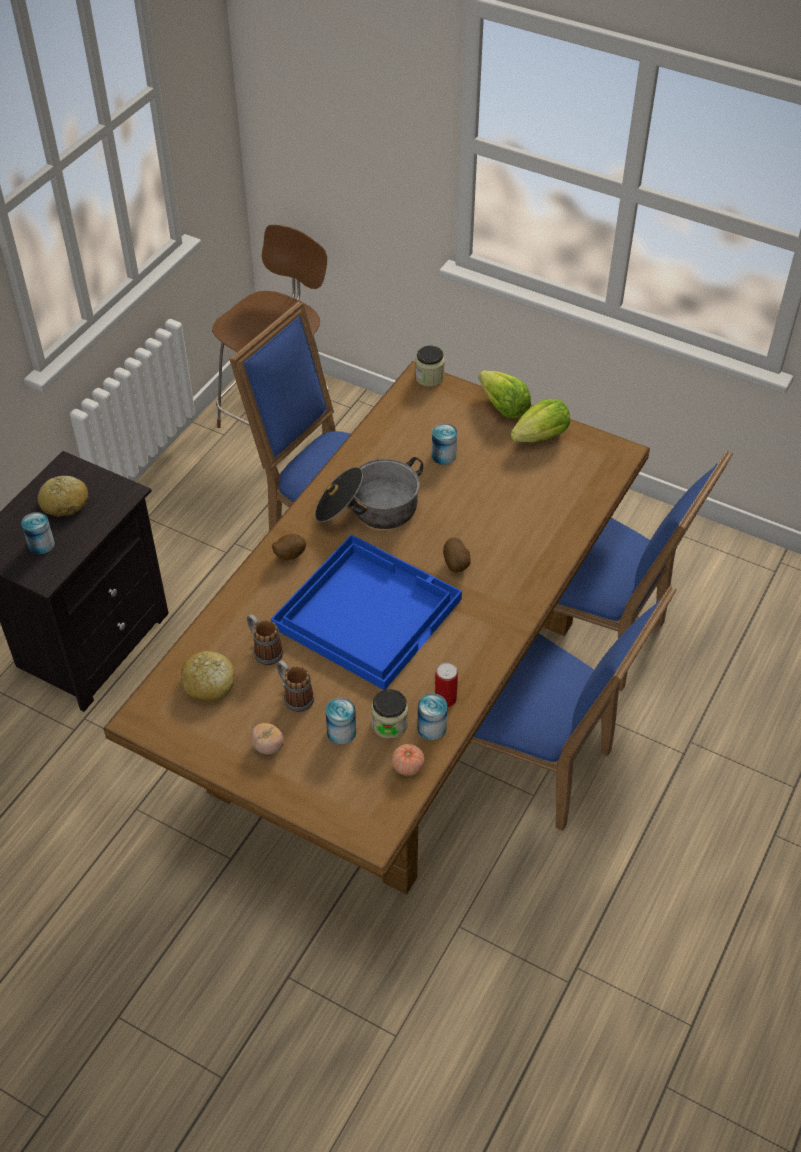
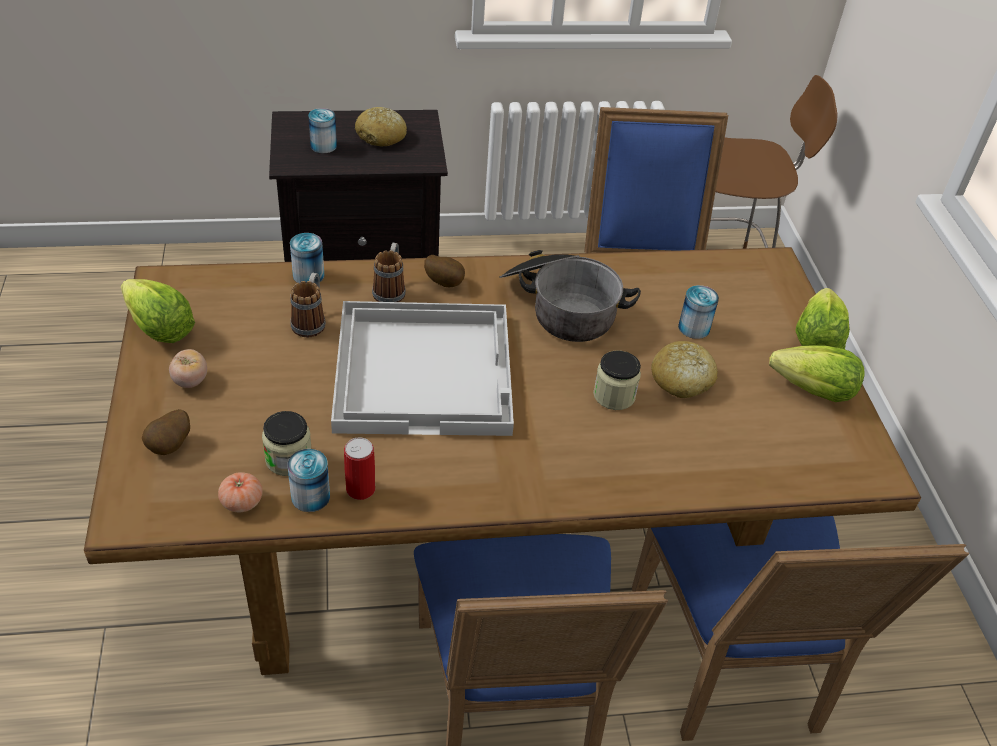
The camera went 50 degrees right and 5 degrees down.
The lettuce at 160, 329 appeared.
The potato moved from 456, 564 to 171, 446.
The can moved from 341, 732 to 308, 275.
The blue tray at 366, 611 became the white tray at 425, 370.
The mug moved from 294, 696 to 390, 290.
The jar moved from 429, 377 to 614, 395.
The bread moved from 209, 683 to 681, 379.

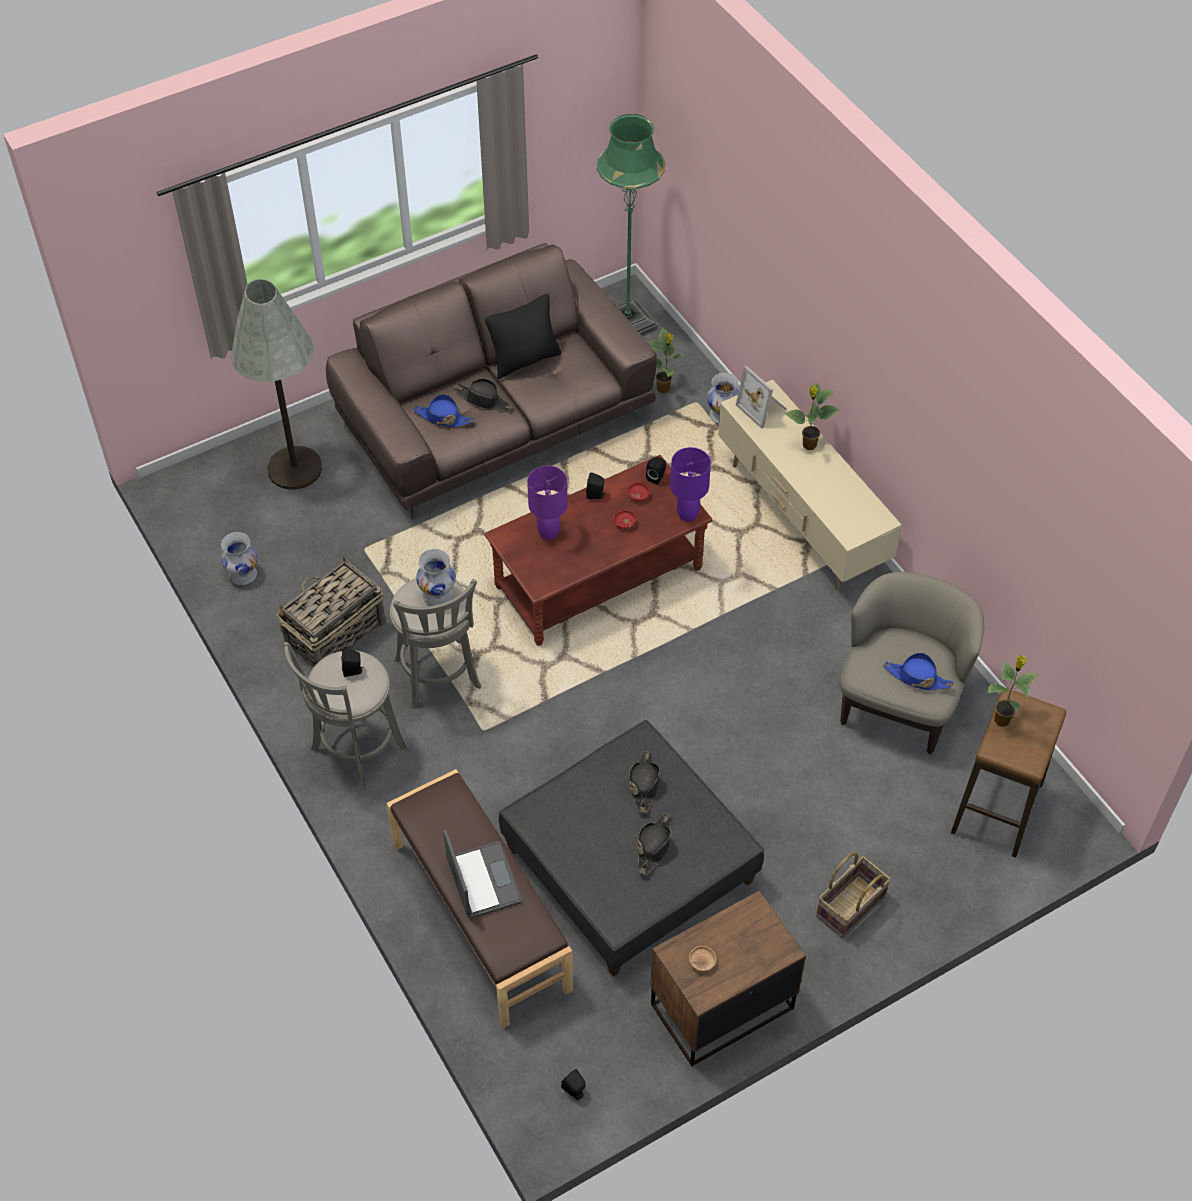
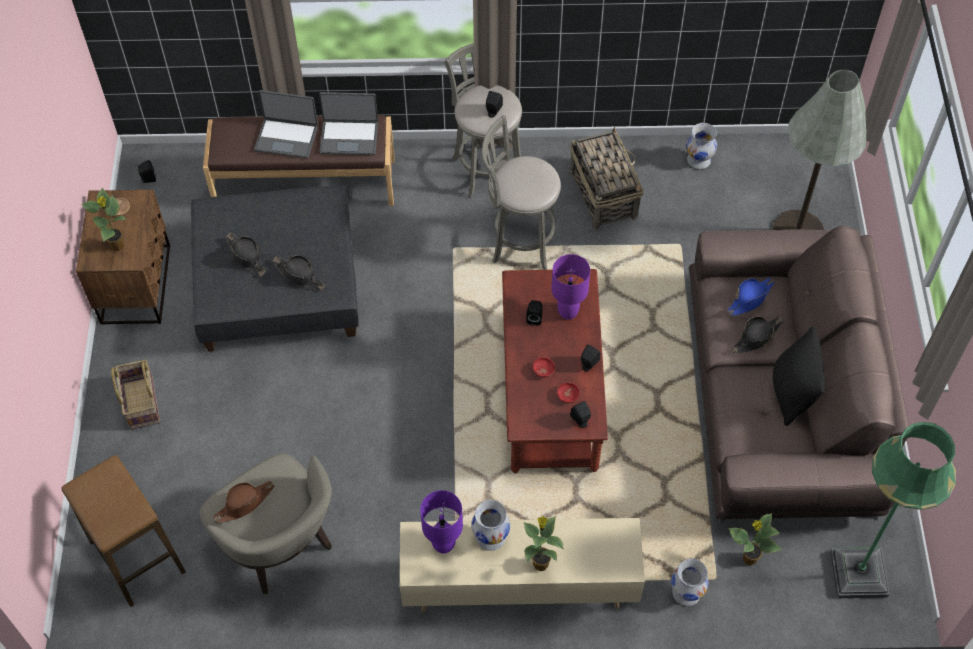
The camera went 120 degrees right and 5 degrees up.
The potted plant moved from 1002, 719 to 118, 246.
The blue hat at 917, 678 became the brown hat at 244, 503.
The laptop at 349, 137 appeared.
The purple table lamp moved from 688, 514 to 444, 545.
The white vase moved from 437, 595 to 491, 536.
The black speaker at 534, 318 appeared.
The picture frame at 763, 408 disappeared.

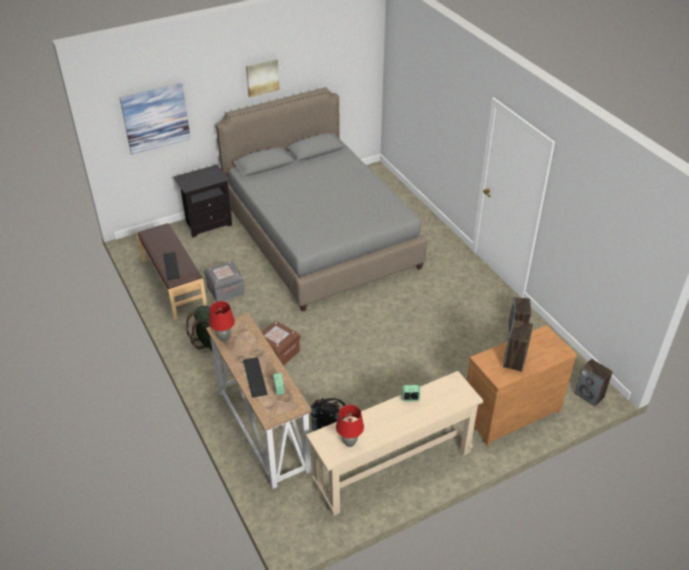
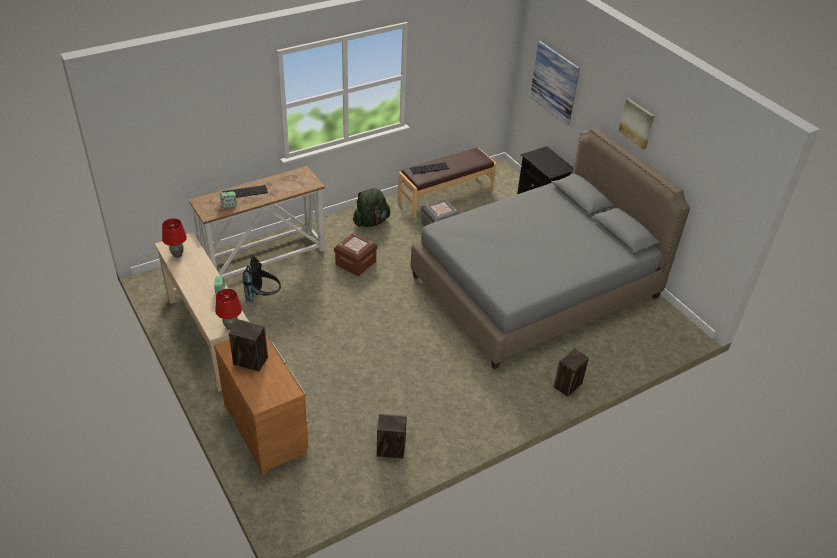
The camera went 85 degrees right and 0 degrees up.
The red table lamp moved from 224, 338 to 231, 326.
The speaker moved from 589, 395 to 567, 386.

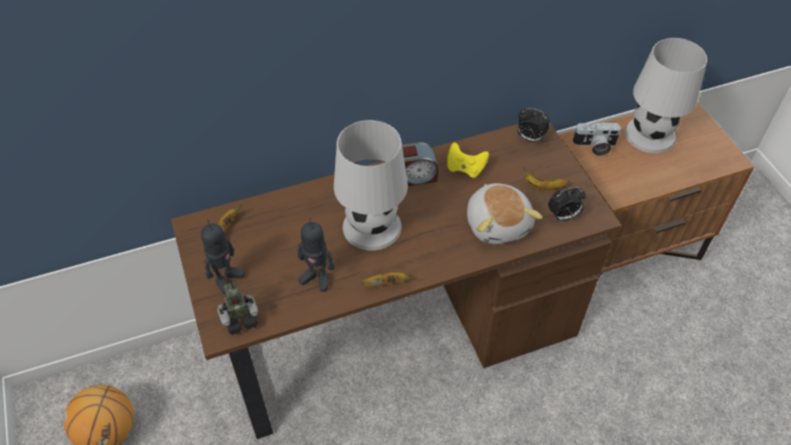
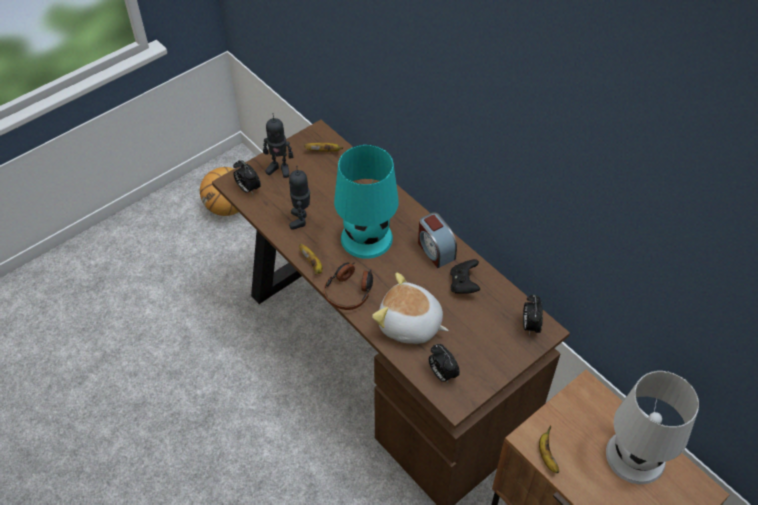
The camera went 70 degrees right and 0 degrees up.
The toy robot at 240, 319 was replaced by the alarm clock at 248, 189.
The headphones at 349, 291 appeared.
The white table lamp at 372, 225 became the turquoise table lamp at 367, 237.
The plush toy at 498, 223 turned 60 degrees clockwise.
The yellow game controller at 465, 168 became the black game controller at 464, 284.
The banana moved from 543, 186 to 546, 455.
The photo camera at 594, 146 disappeared.

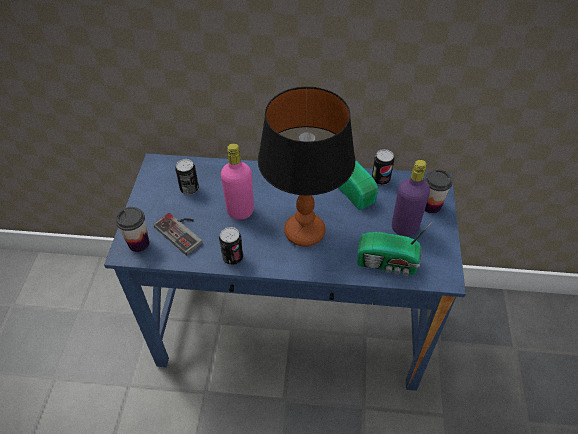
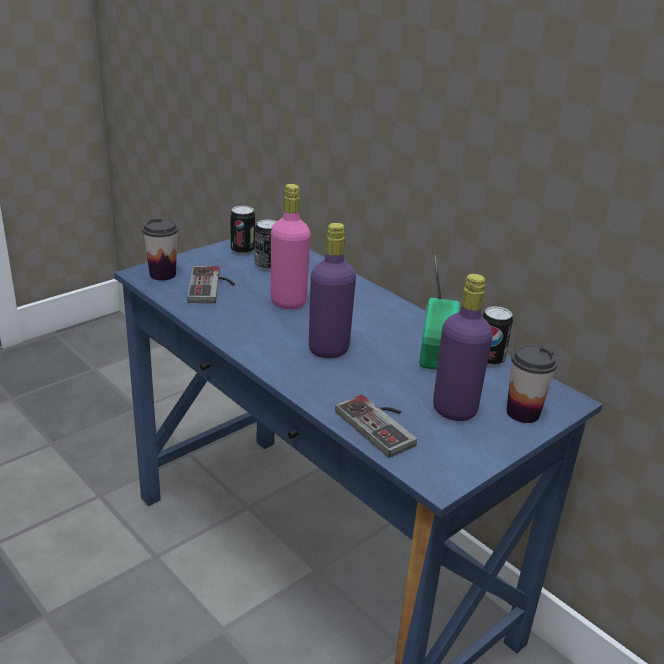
The camera went 40 degrees right and 20 degrees down.
The can moved from 233, 257 to 242, 250.
The table lamp at 305, 232 was replaced by the purple bottle at 328, 350.
The radio at 388, 263 was replaced by the game controller at 383, 424.

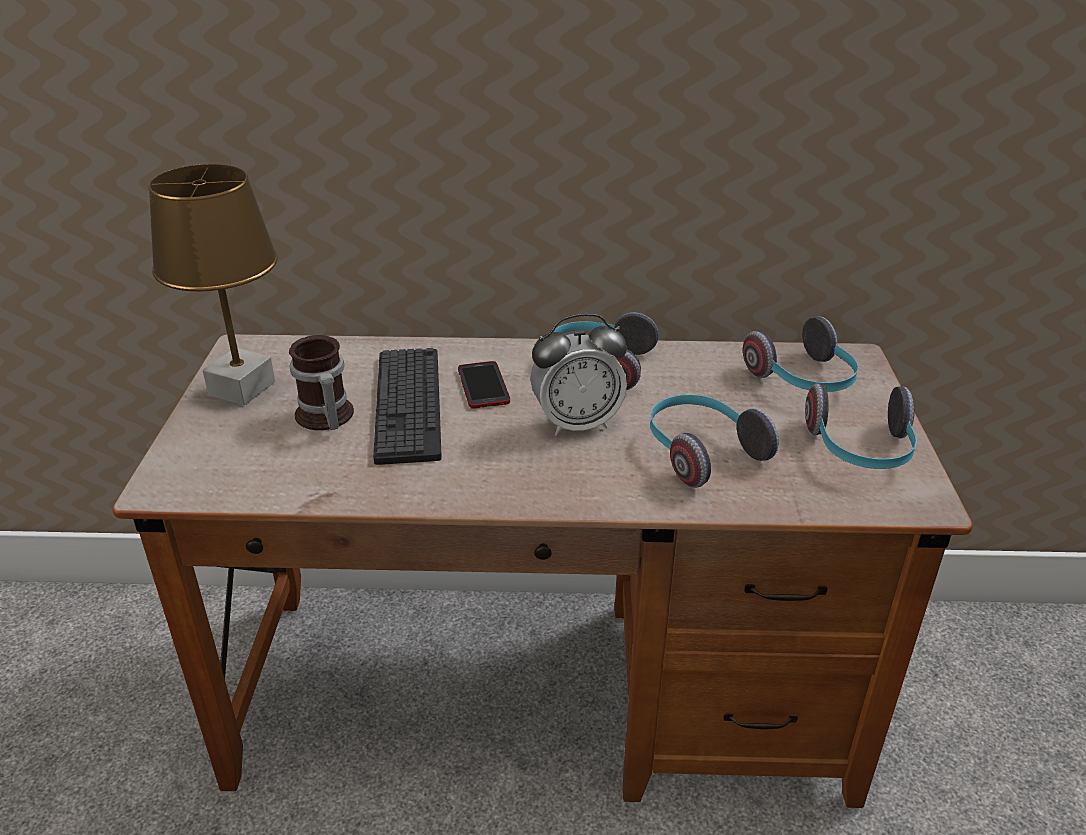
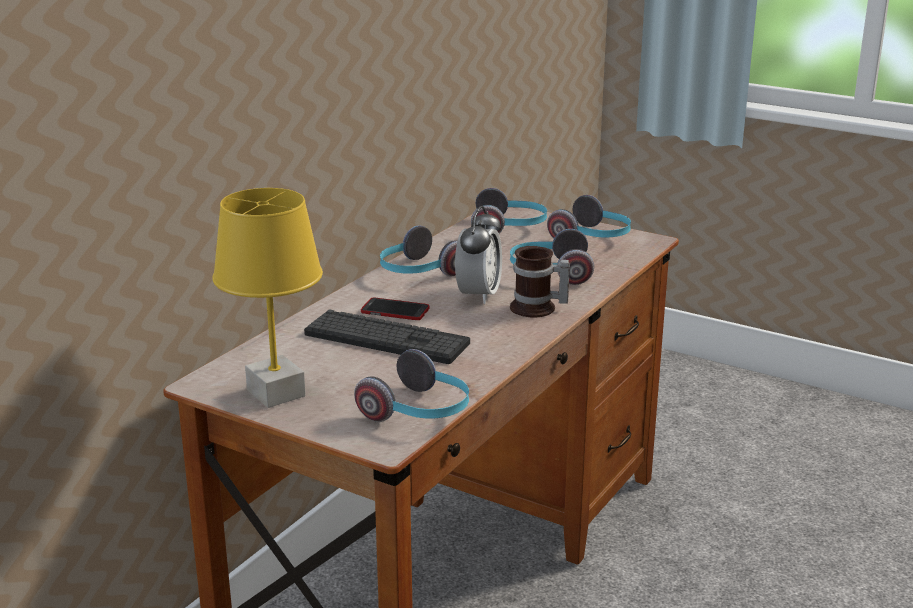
The camera went 60 degrees left and 10 degrees down.
The brown table lamp at 242, 388 became the yellow table lamp at 275, 393.
The headphones at 419, 412 appeared.
The mug moved from 323, 418 to 537, 309.

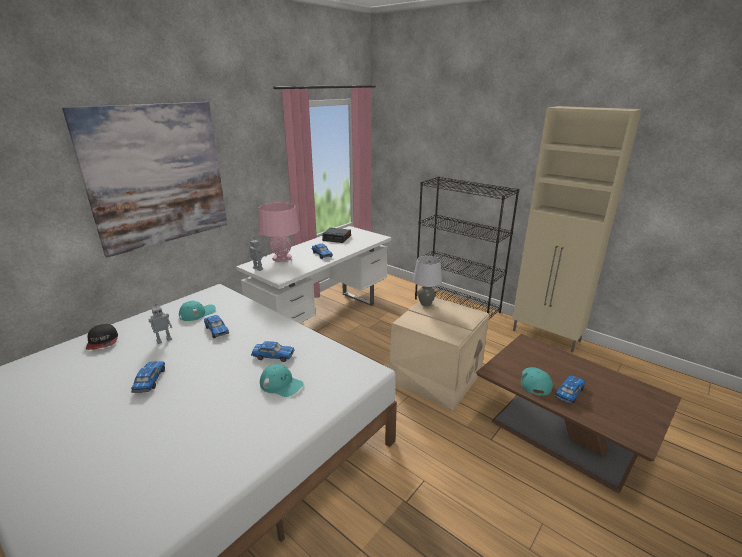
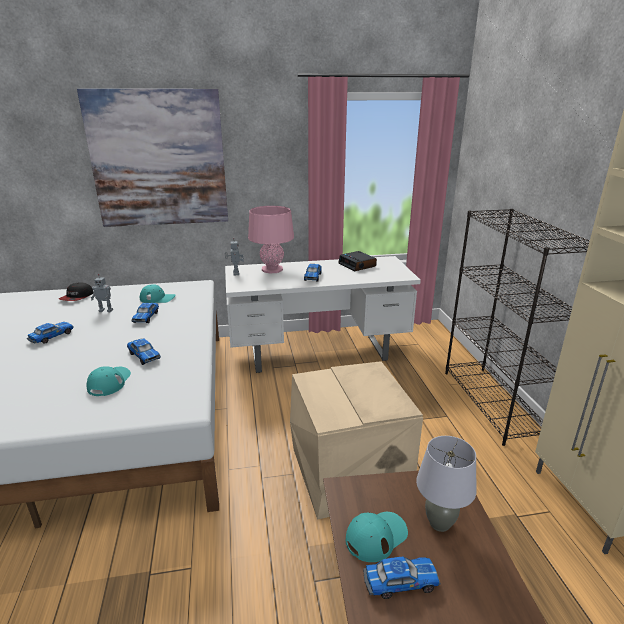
The camera went 40 degrees right and 0 degrees up.
The turquoise cap at 281, 384 turned 150 degrees counterclockwise.
The grey table lamp moved from 425, 304 to 439, 523.

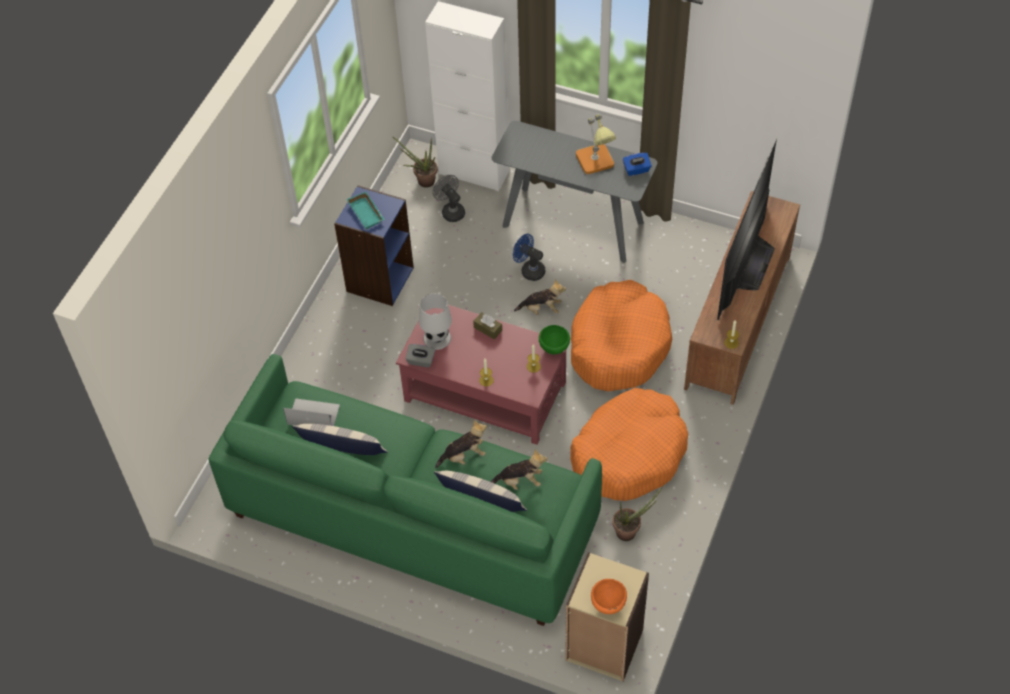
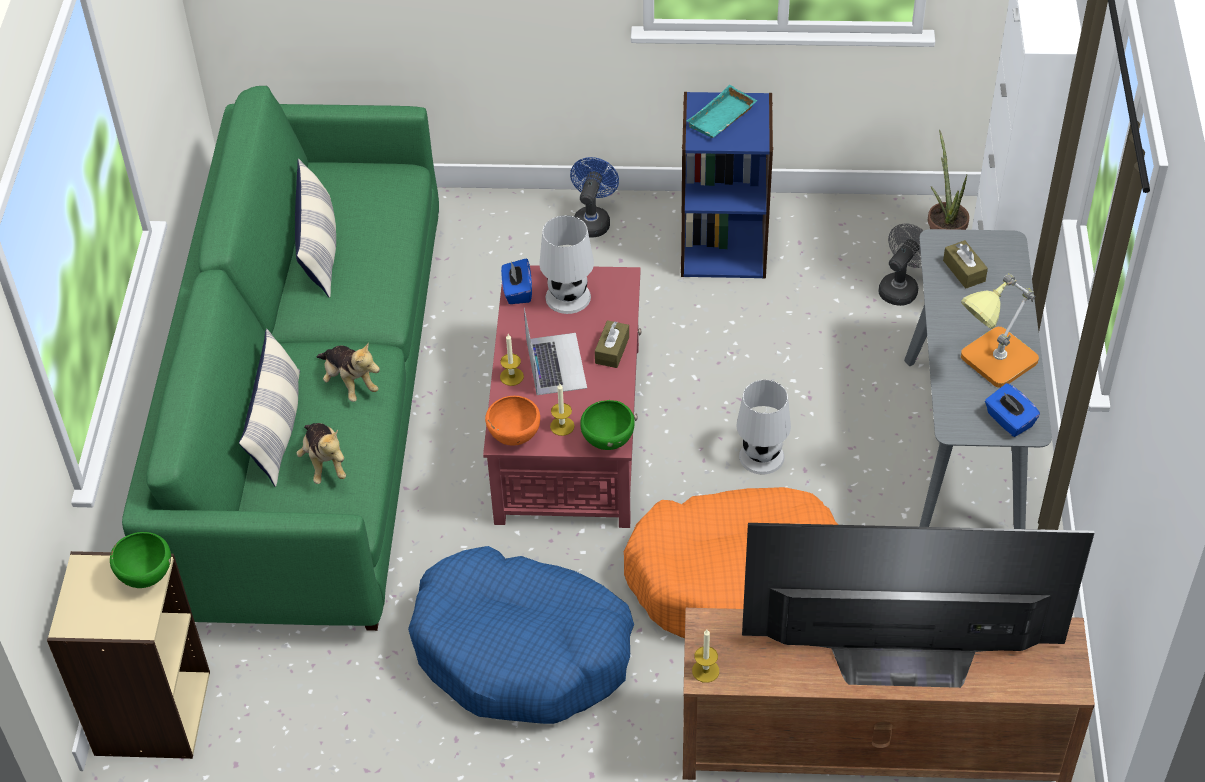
The camera went 70 degrees right and 5 degrees down.
The green bowl at 146, 577 appeared.
The orange dog bed at 629, 453 became the blue dog bed at 522, 651.
The orange bowl moved from 608, 605 to 514, 438.
The grey tissue box at 421, 361 became the blue tissue box at 517, 291.
The laptop moved from 313, 414 to 555, 363.
The blue fan moved from 529, 270 to 592, 220.
The plush toy at 541, 309 was replaced by the white table lamp at 761, 456.
The brown tissue box at 964, 271 appeared.
The potted plant at 630, 531 disappeared.

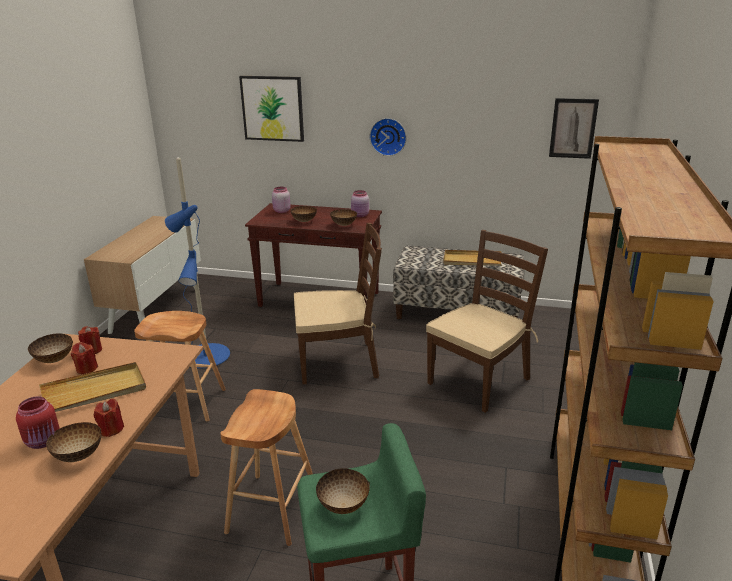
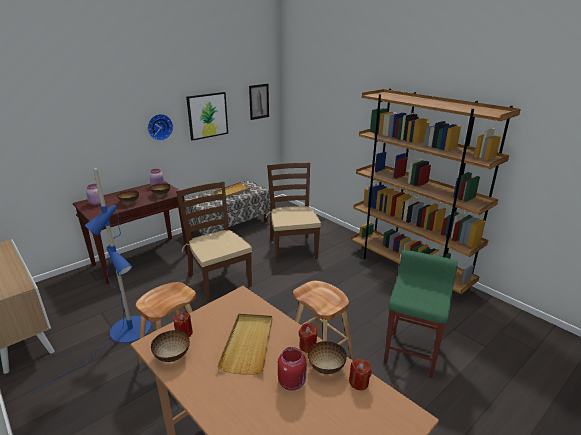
The camera went 55 degrees left and 0 degrees up.
The brown chair at 339, 362 turned 60 degrees counterclockwise.
The picture moved from 272, 108 to 207, 115.
The red candle moved from 86, 369 to 359, 382.
The bowl at 343, 506 disappeared.

